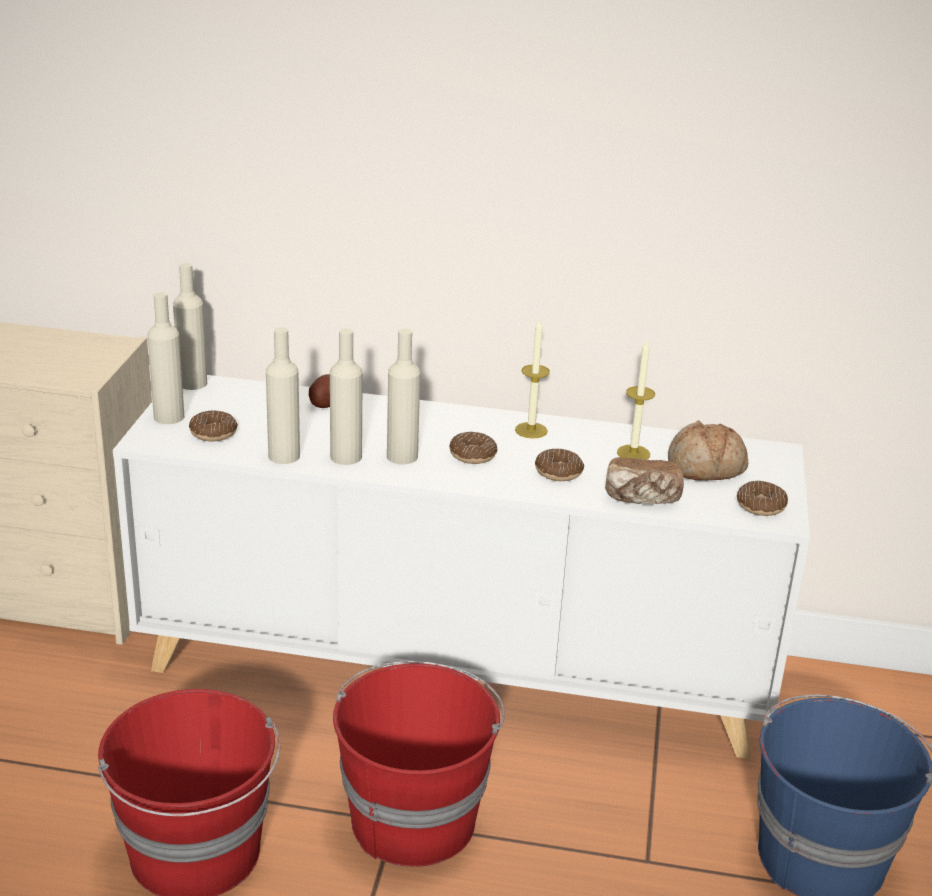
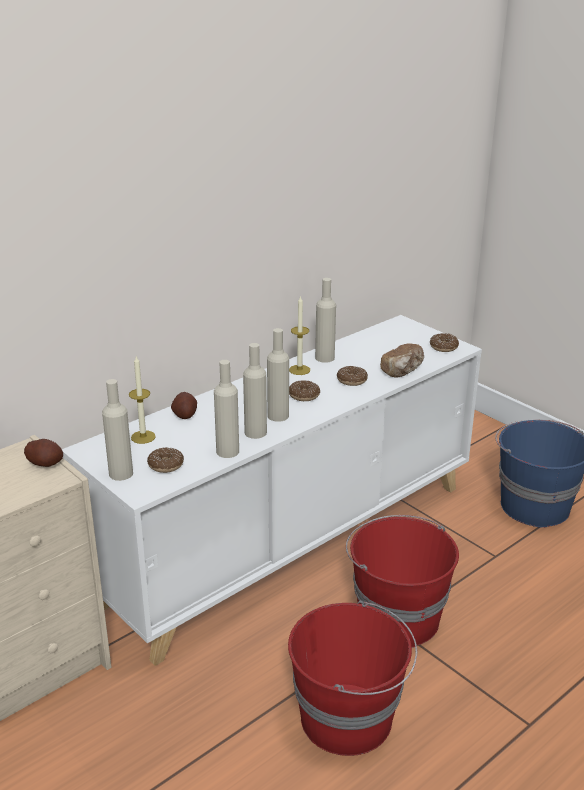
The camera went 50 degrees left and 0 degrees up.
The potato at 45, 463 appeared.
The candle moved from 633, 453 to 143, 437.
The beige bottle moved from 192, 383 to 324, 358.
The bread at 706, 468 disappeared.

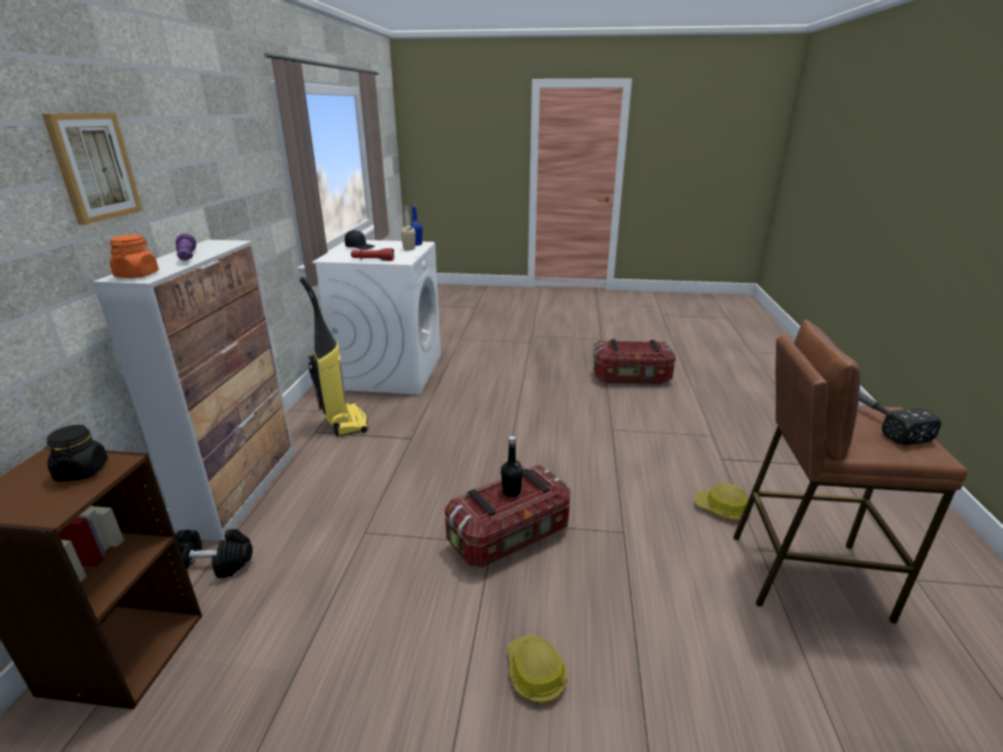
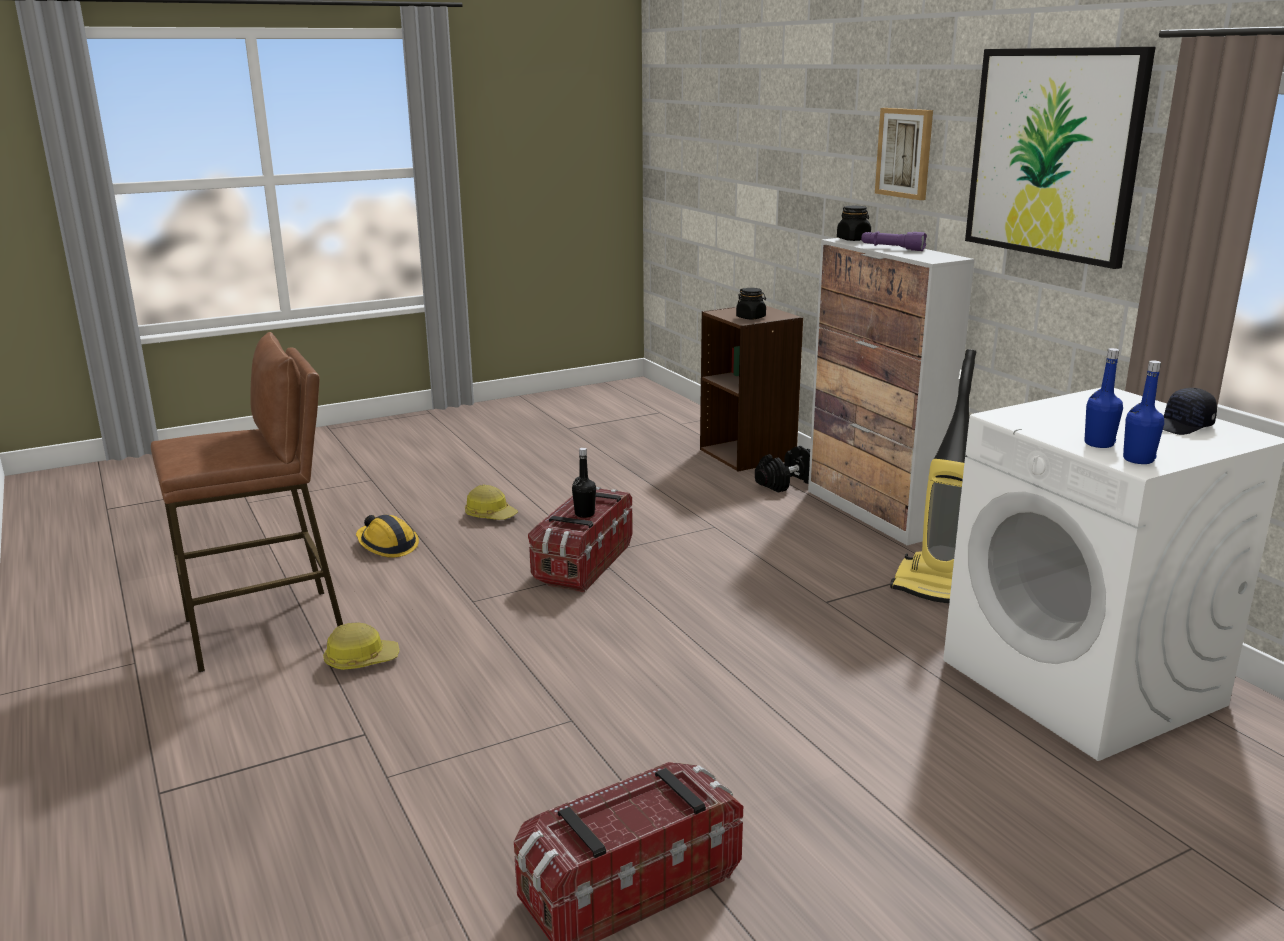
The camera went 145 degrees right and 5 degrees down.
The hard hat at 387, 545 appeared.
The orange jar at 137, 275 became the black jar at 853, 239.
The picture at 1053, 153 appeared.
The beige bottle at 409, 249 became the blue bottle at 1098, 444.
The red flashlight at 372, 260 disappeared.
The hammer at 877, 419 disappeared.

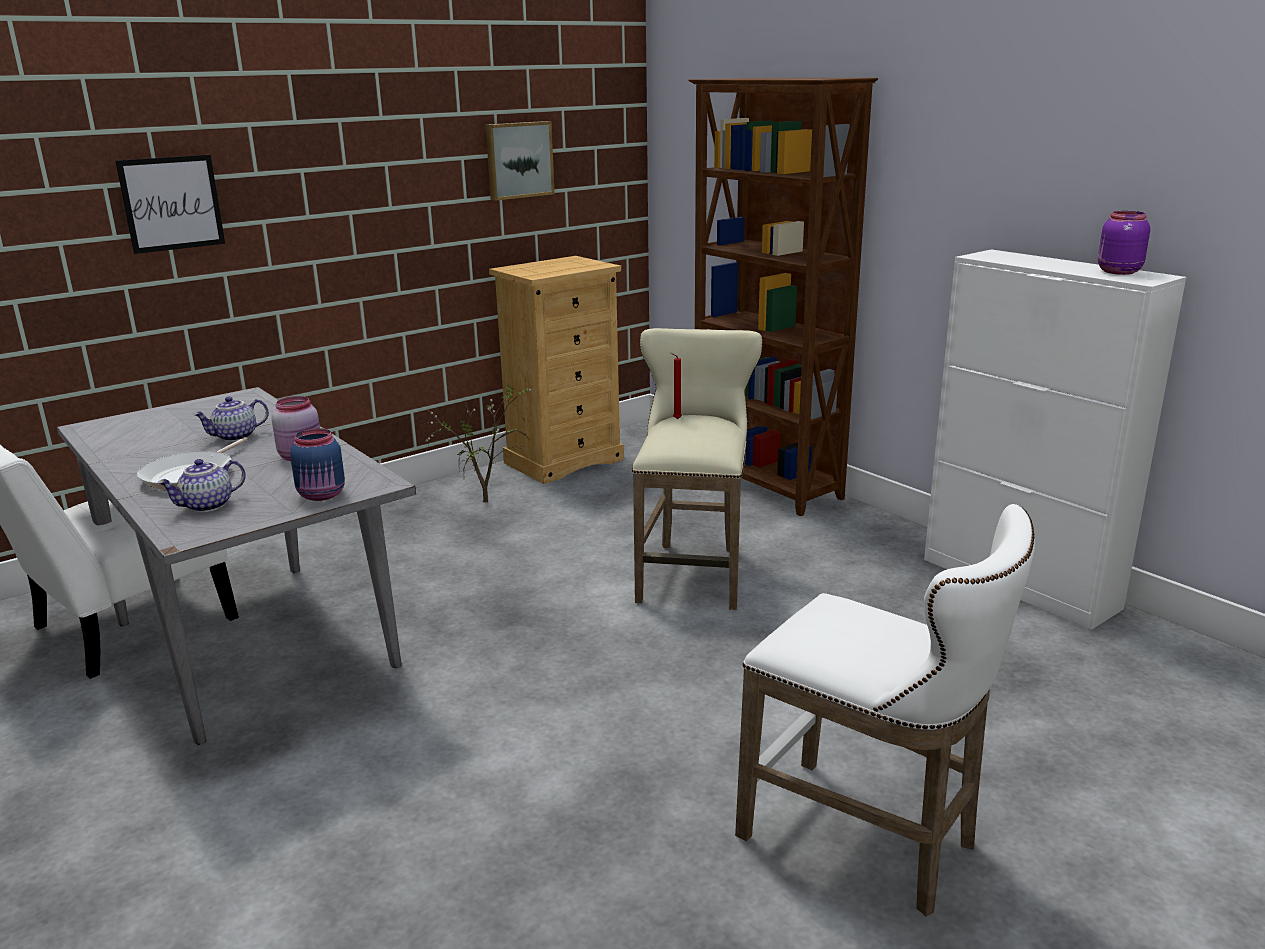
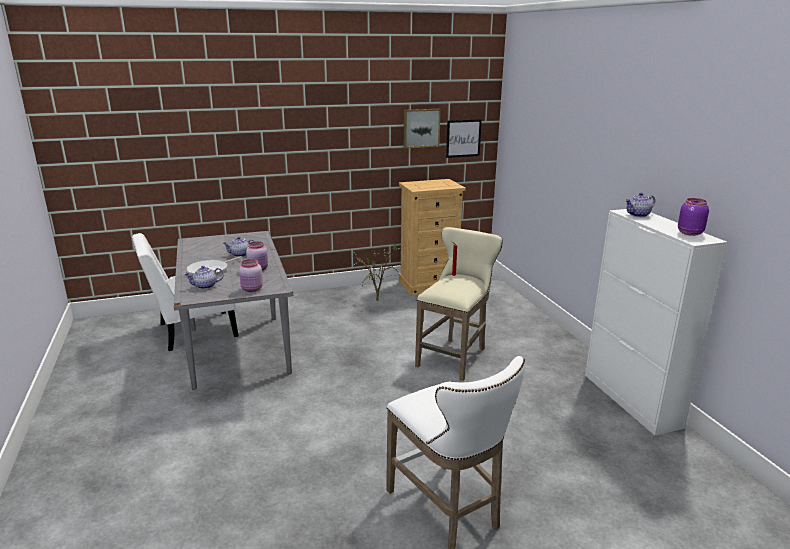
The camera went 20 degrees right and 0 degrees up.
The blue jar at 322, 495 became the pink jar at 252, 289.
The picture moved from 172, 203 to 463, 138.
The teapot at 638, 215 appeared.
The brown bookcase at 766, 485 disappeared.

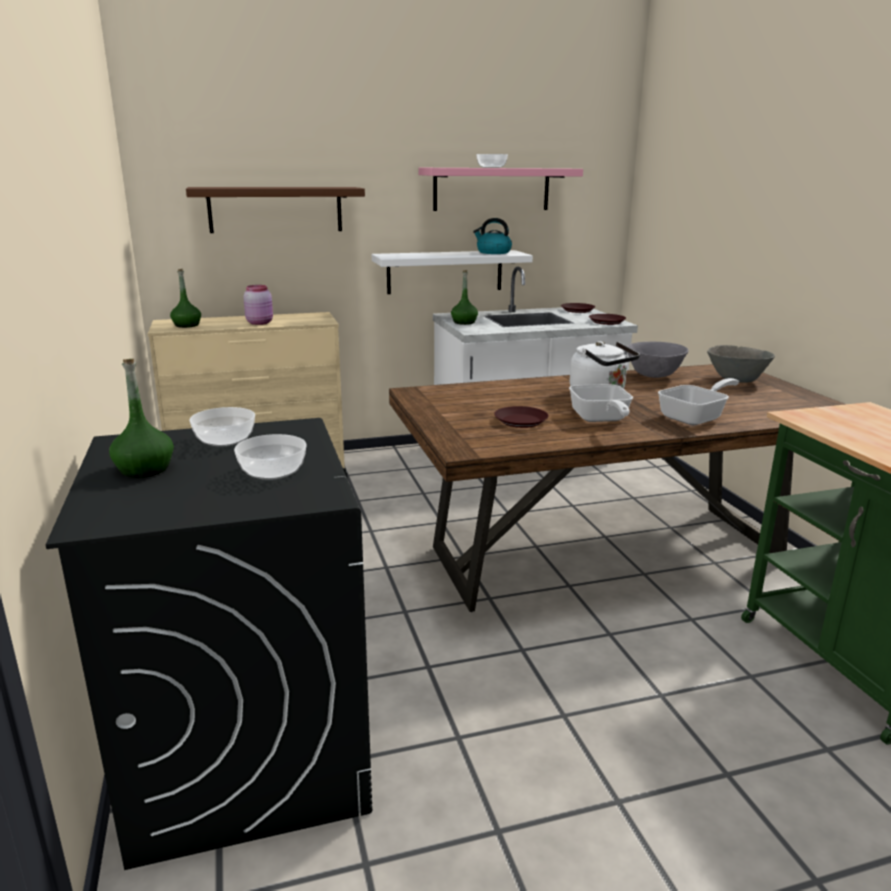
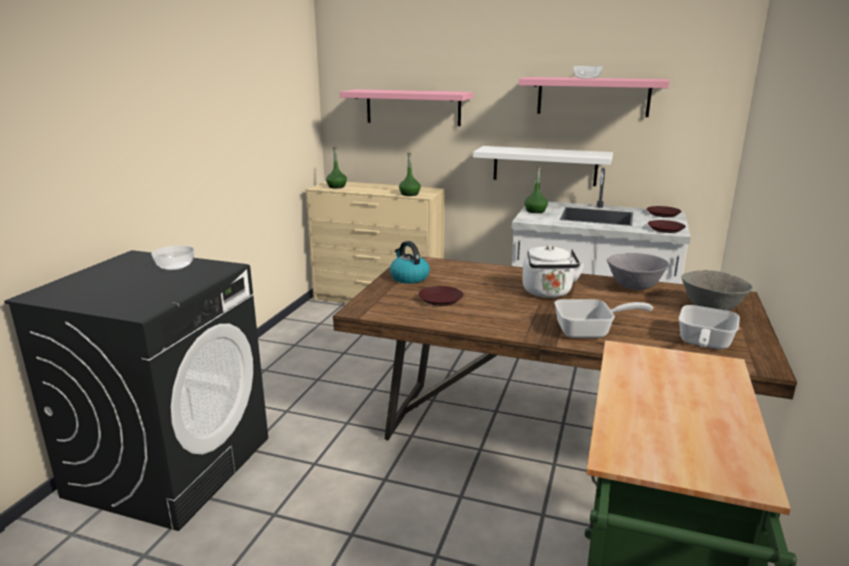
The camera went 35 degrees right and 0 degrees up.
The brown shelf at 275, 209 became the pink shelf at 413, 107.
The kettle moved from 493, 252 to 409, 278.
The green bottle moved from 144, 469 to 409, 194.
The frying pan moved from 600, 419 to 703, 344.
The bowl at 271, 471 disappeared.
The pink jar at 260, 323 disappeared.

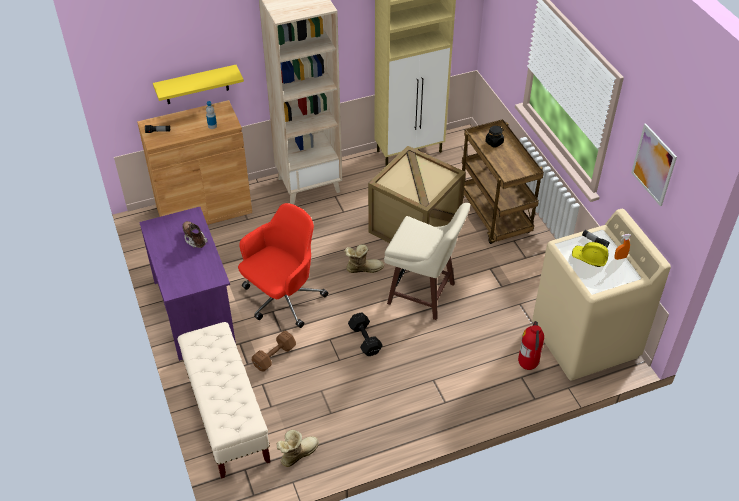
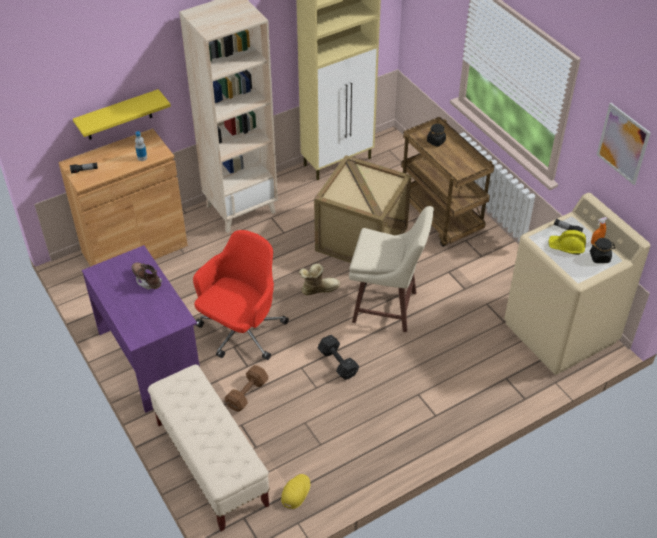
The camera went 10 degrees left and 0 degrees up.
The boot at 297, 453 was replaced by the yellow cap at 295, 492.
The black jar at 600, 257 appeared.
The fire extinguisher at 528, 366 disappeared.

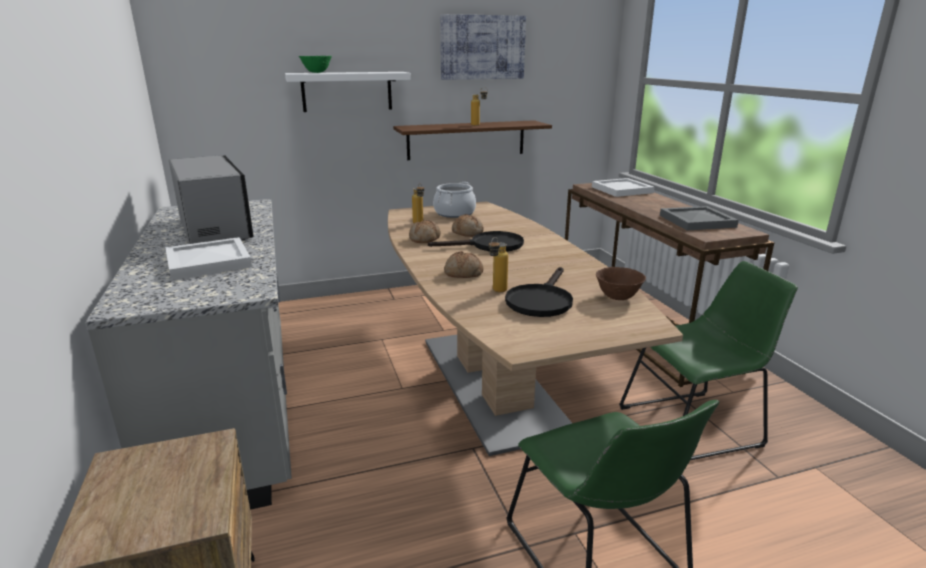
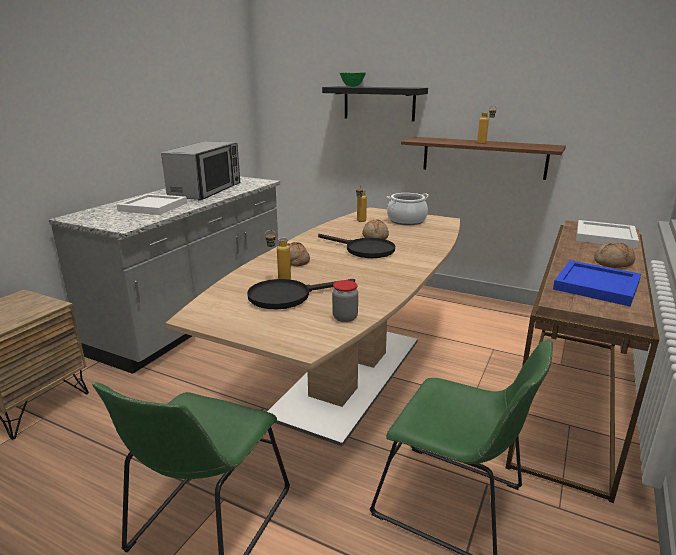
The camera went 45 degrees right and 0 degrees up.
The white shelf at 347, 91 became the black shelf at 379, 103.
The brown bowl at 618, 297 was replaced by the jar at 345, 318.
The grey tray at 695, 221 became the blue tray at 595, 285.
The bread moved from 425, 239 to 613, 263.
The picture at 482, 47 disappeared.

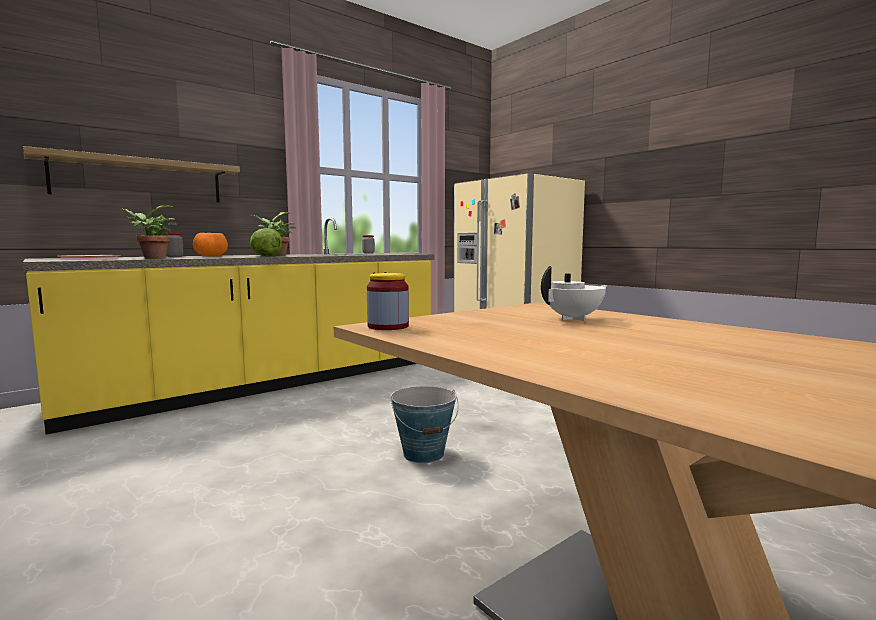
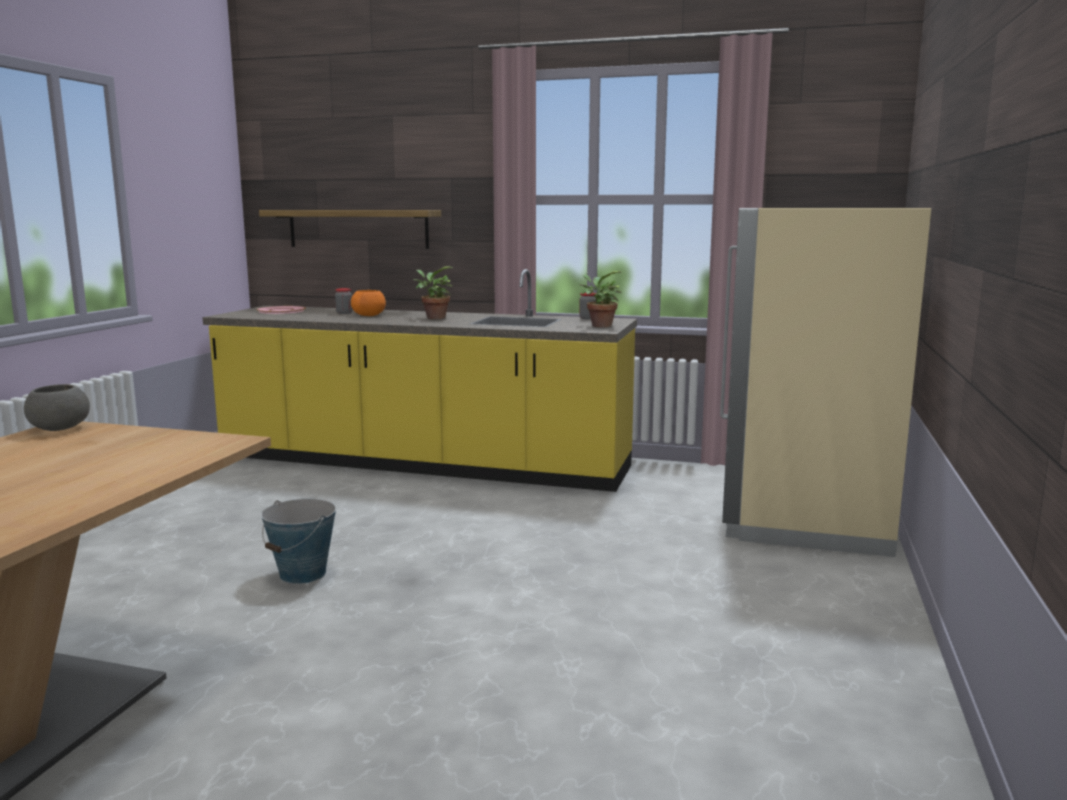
The camera went 55 degrees right and 5 degrees up.
The jar at 388, 326 was replaced by the grey bowl at 58, 428.
The potted plant moved from 152, 258 to 599, 326.
The lettuce at 265, 256 disappeared.
The white teapot at 574, 318 disappeared.

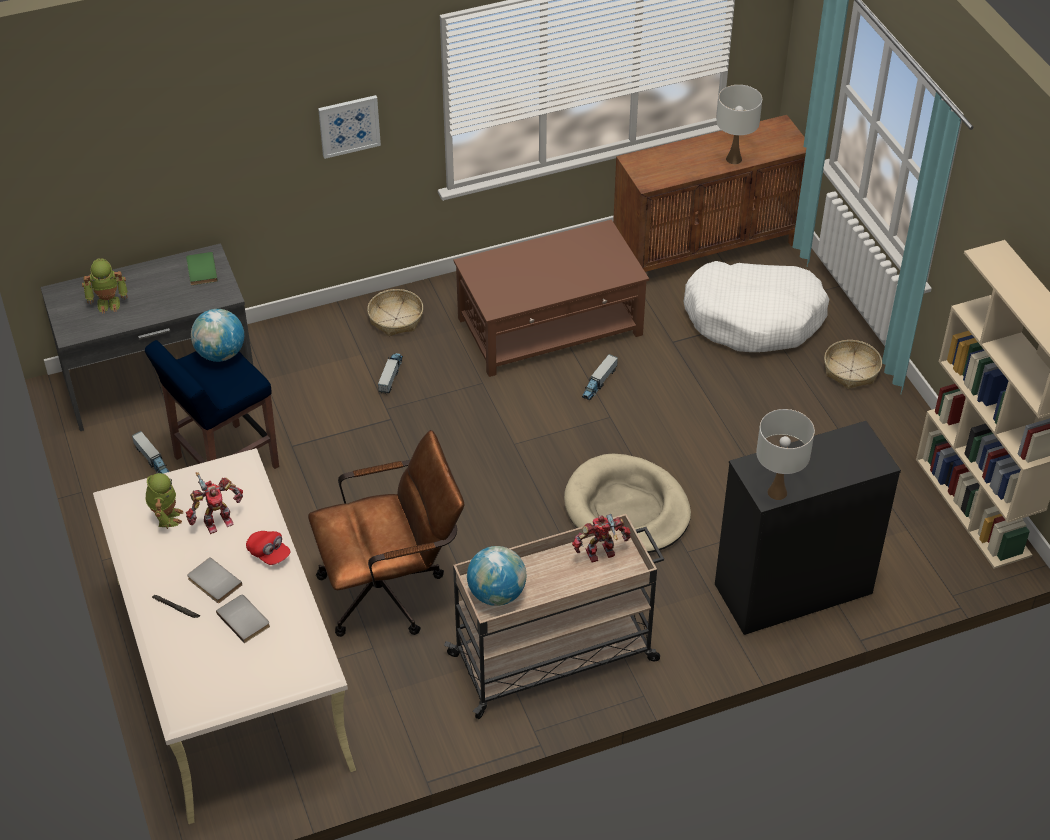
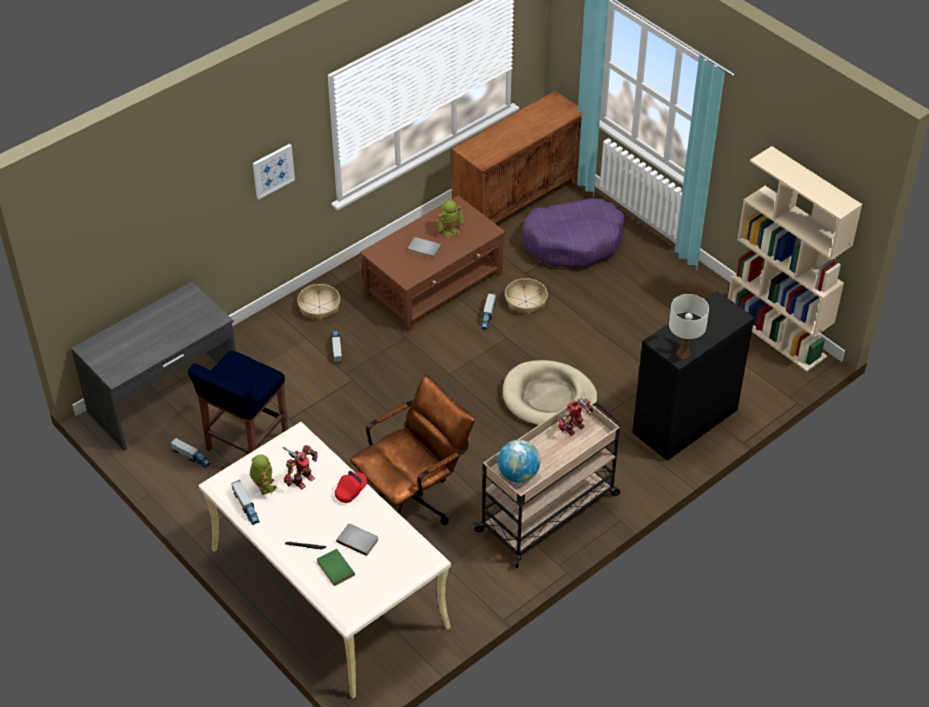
The camera went 20 degrees left and 0 degrees up.
The toy truck at 246, 506 appeared.
The green book moved from 200, 270 to 334, 569.
The red cap at 269, 554 turned 75 degrees counterclockwise.
The grey book moved from 213, 583 to 423, 249.
The toy robot moved from 109, 302 to 450, 230.
The basket moved from 851, 371 to 526, 301.
The white dog bed at 754, 317 became the purple dog bed at 573, 242.
The globe at 220, 354 disappeared.
The white table lamp at 733, 159 disappeared.

